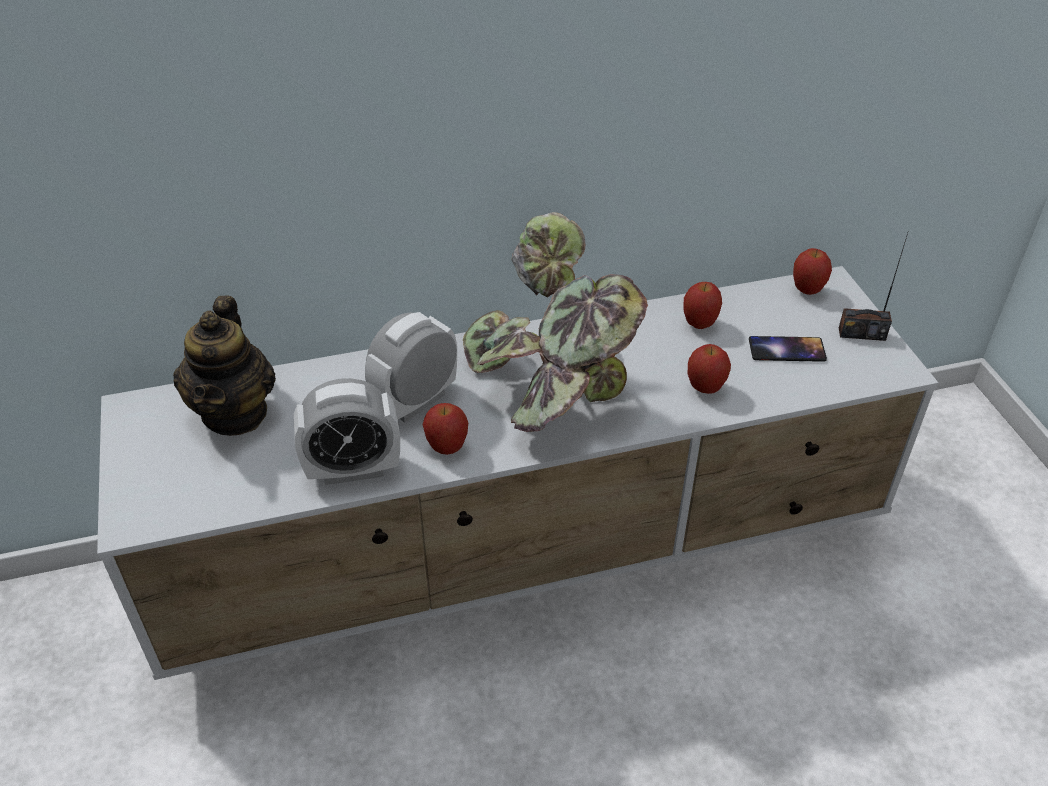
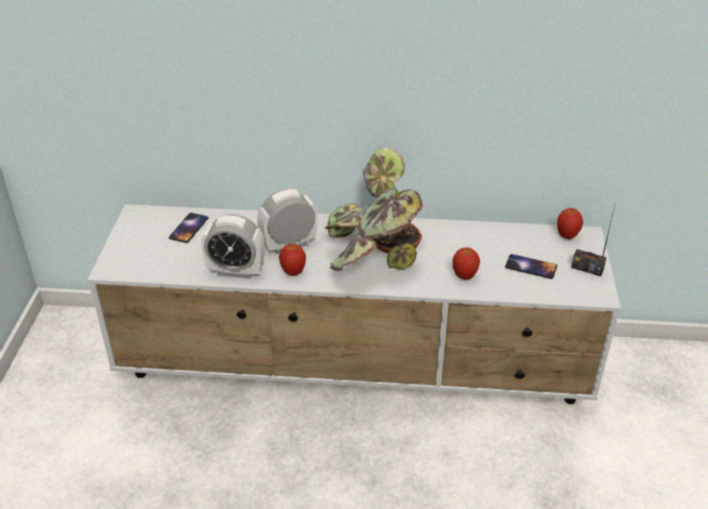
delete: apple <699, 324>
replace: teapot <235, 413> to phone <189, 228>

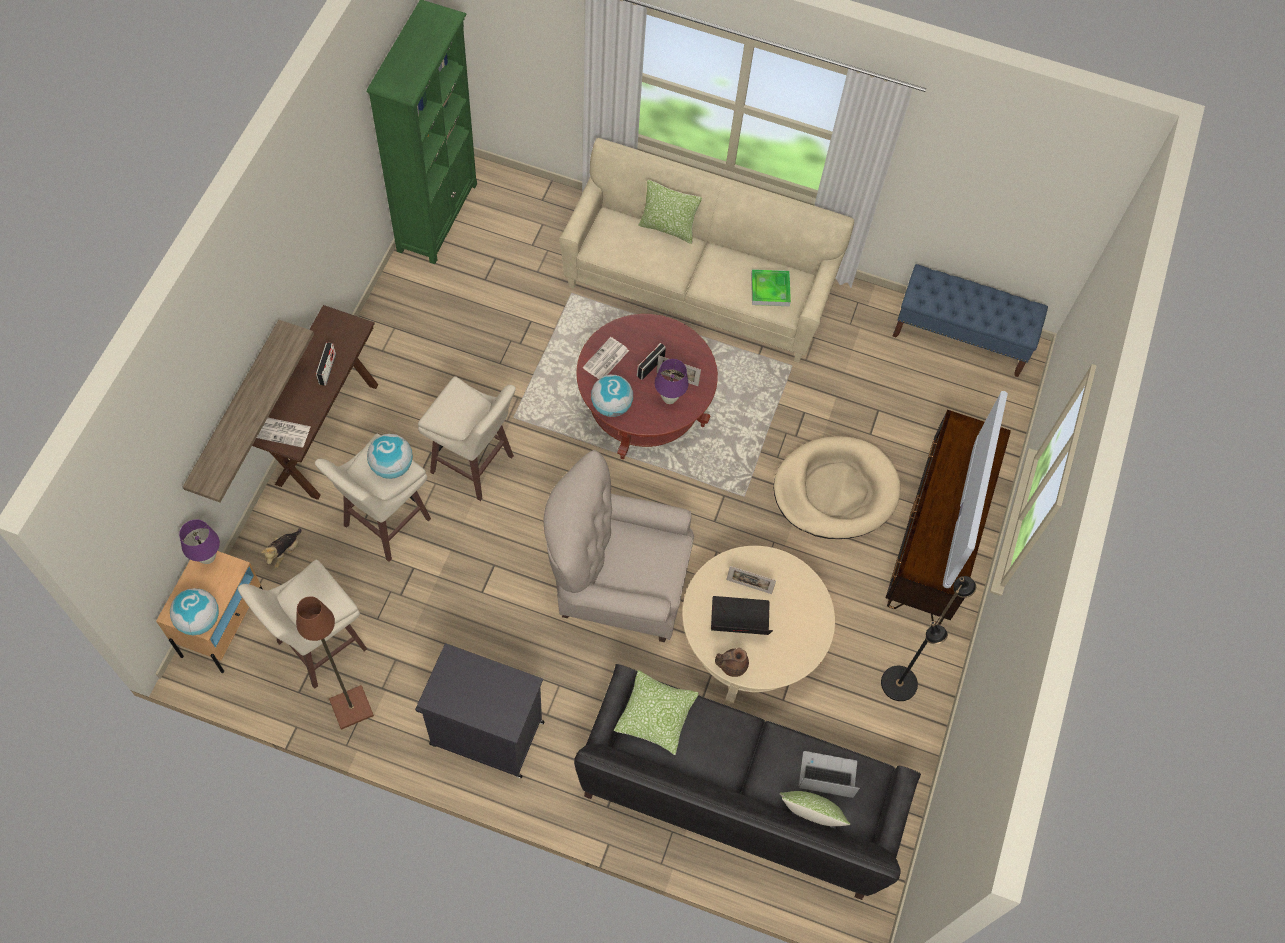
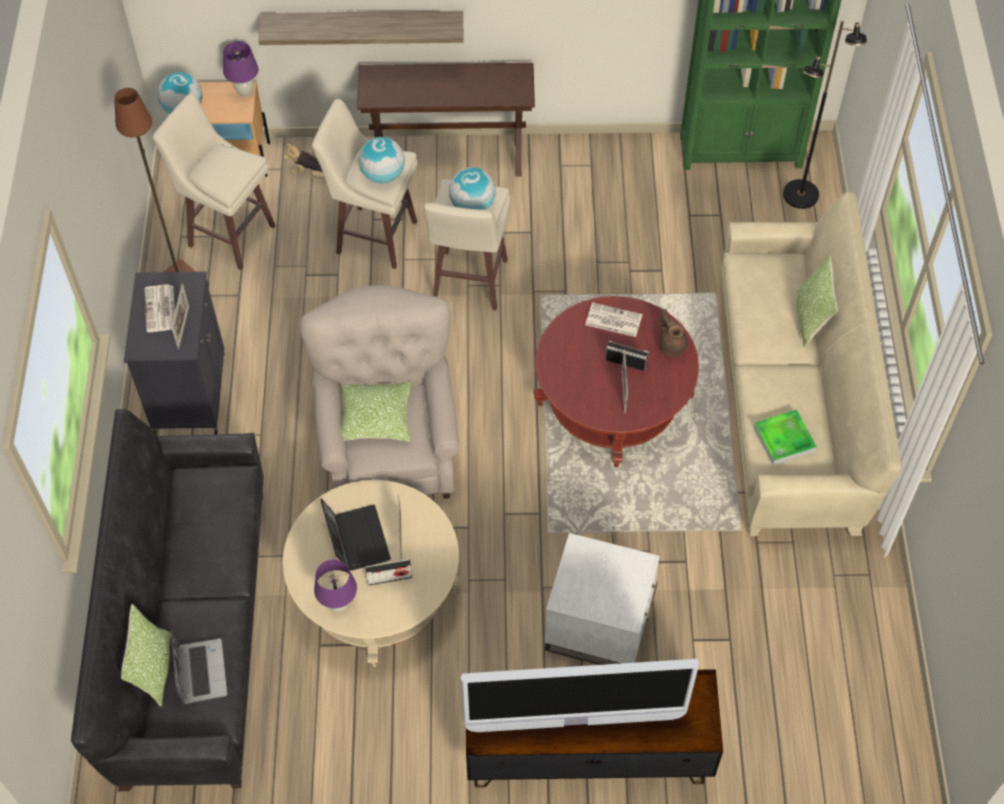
delete: blue bench <961, 337>
insert: picture frame <183, 327>
move: newspaper <284, 432> to <160, 309>; purple table lamp <669, 399> to <338, 605>; pillow <655, 715> to <376, 418>; radio <327, 369> to <389, 578>; globe <611, 406> to <472, 205>; brown teapot <731, 665> to <672, 345>; black floor lamp <899, 684> to <800, 195>
replace: beige dog bed <835, 491> to white side table <598, 623>

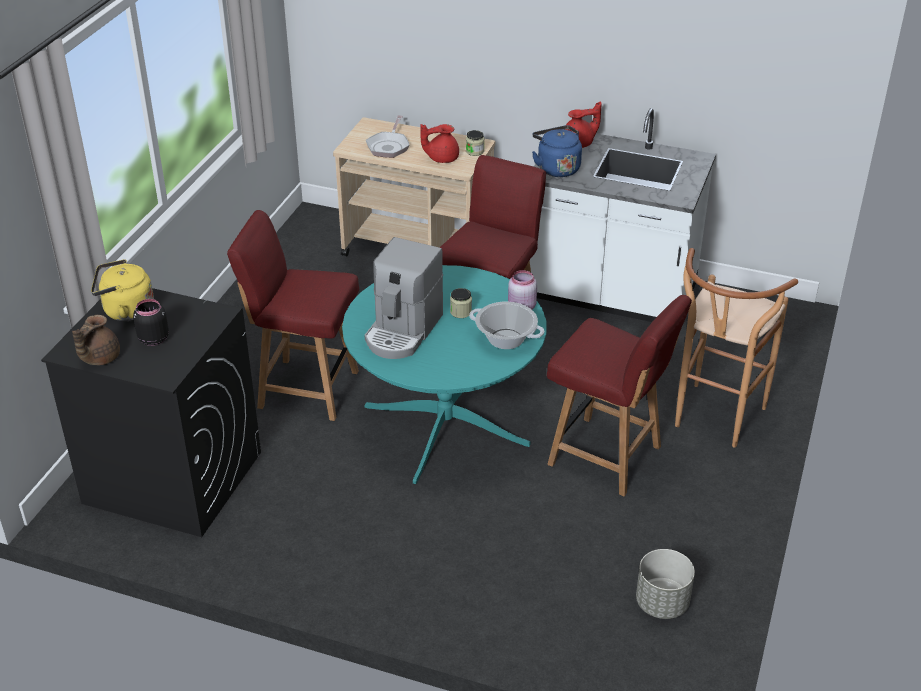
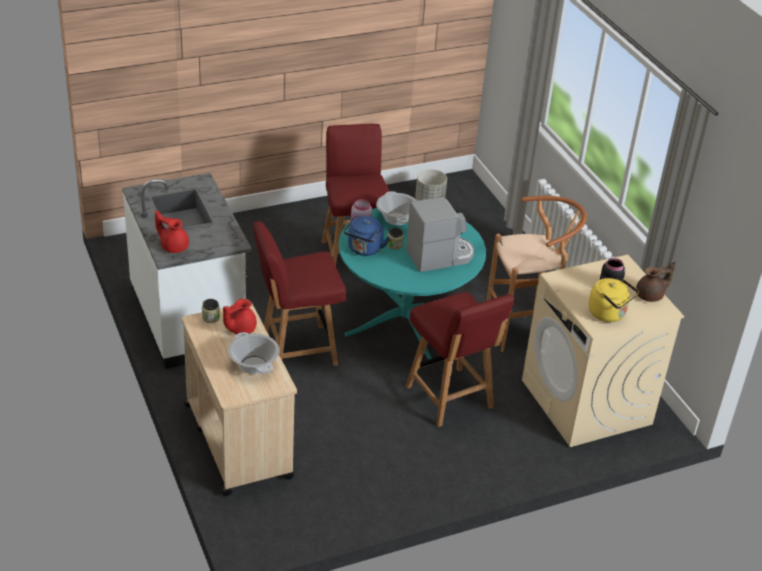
move: blue kettle <556, 168> to <364, 250>; brown stool <714, 421> to <524, 330>
replace: frying pan <389, 146> to cooking pot <253, 365>
recolor: black washing machine <172, 477> to beige washing machine <586, 402>
rotate: red teapot <441, 158> = <240, 329> 105 degrees clockwise

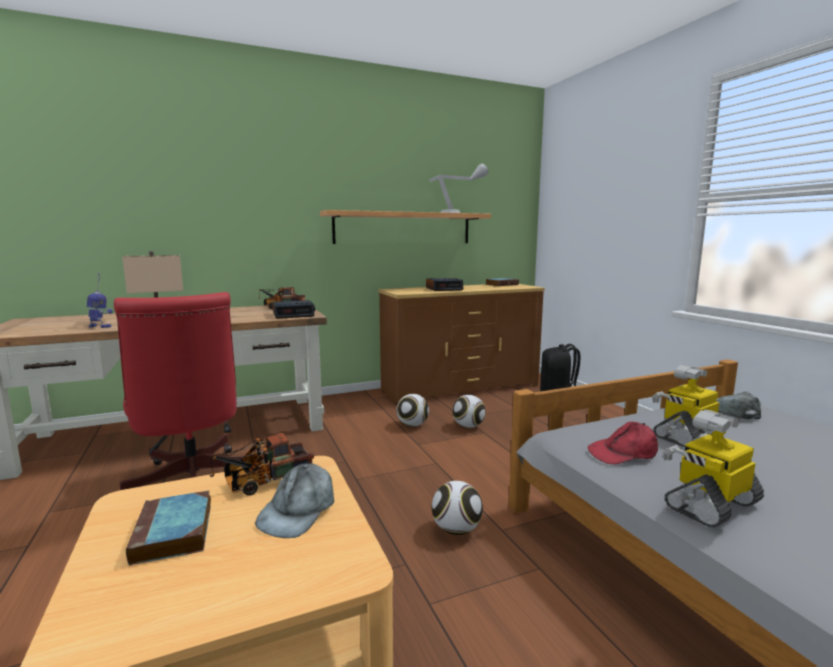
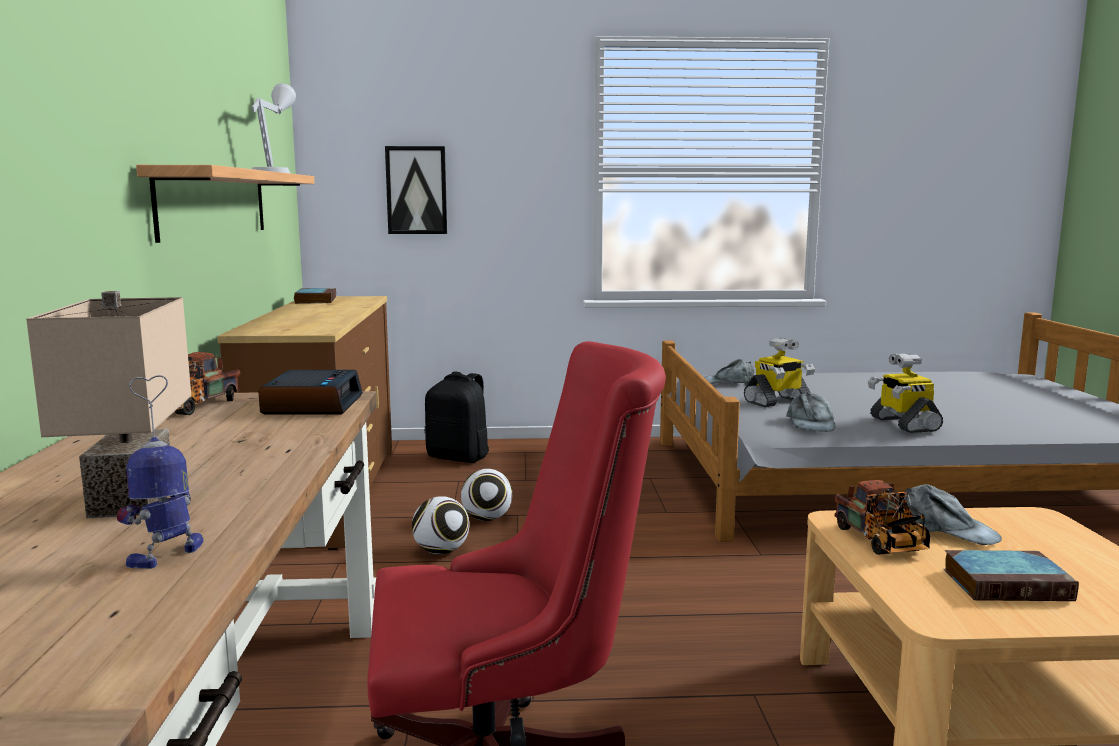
delete: alarm clock <444, 289>; football <457, 530>
insert: picture <416, 190>
recolor: red cap <623, 453> to grey cap <810, 423>
rotate: toy robot <687, 435> = <777, 402> 105 degrees counterclockwise

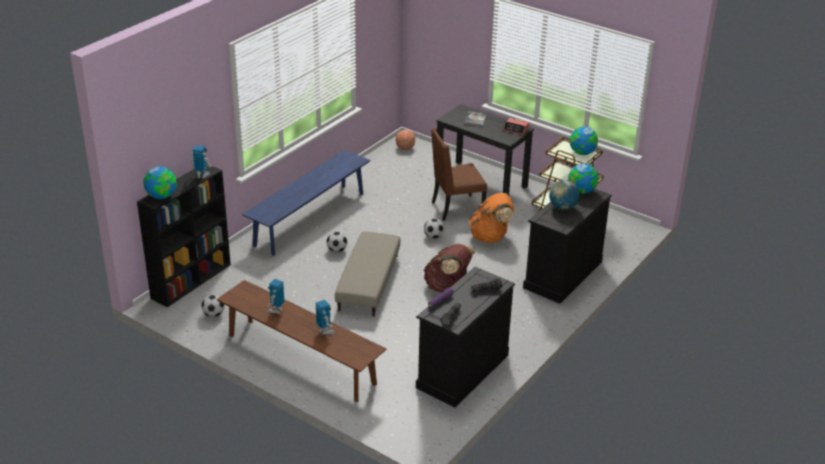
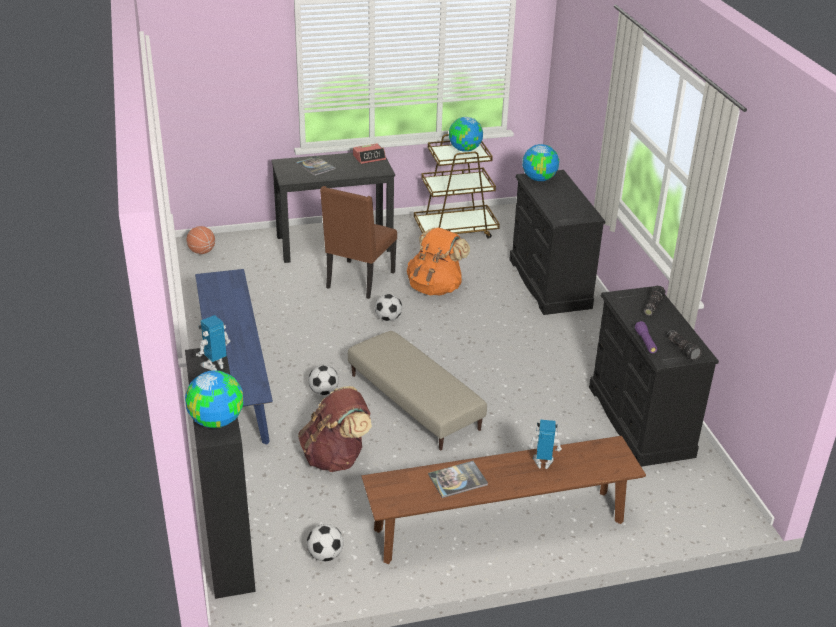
delete: globe <563, 208>
move: brown backpack <447, 286> to <336, 457>
replace: toy robot <276, 310> to book <457, 480>

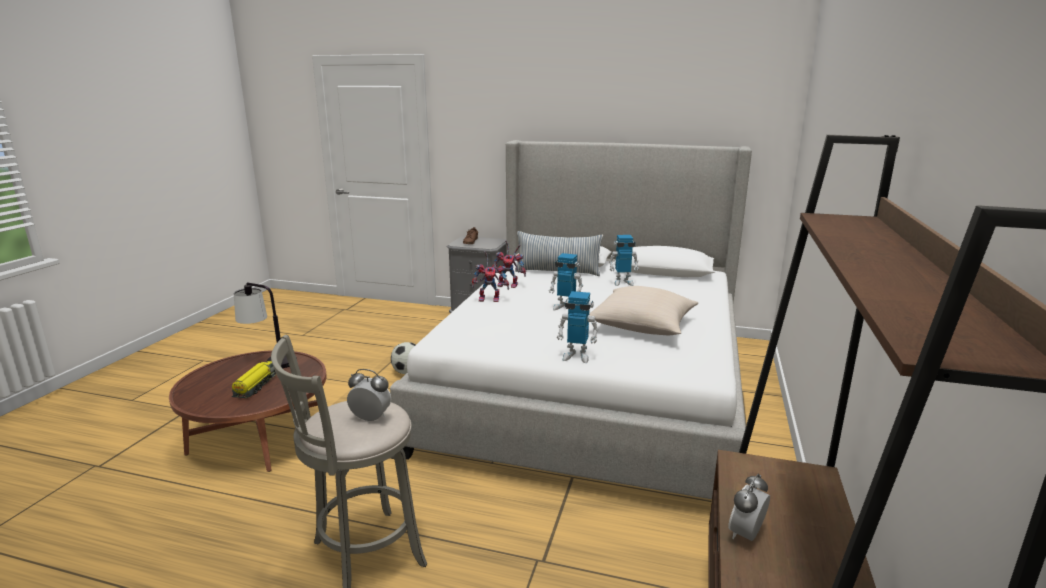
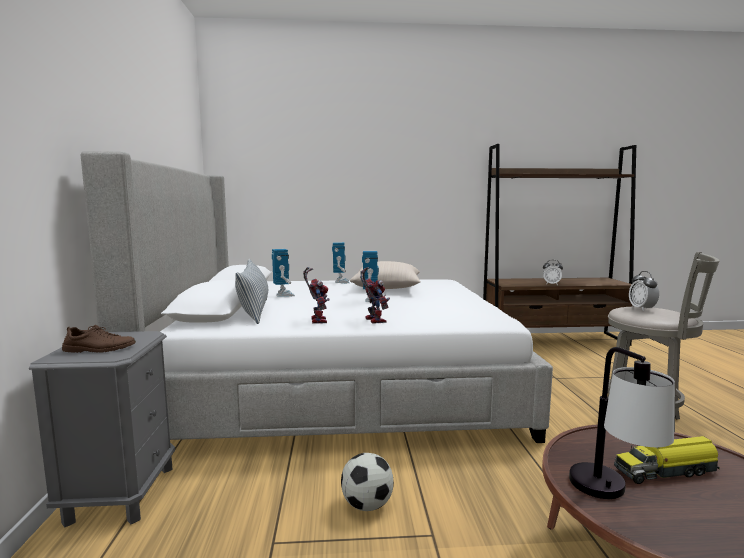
move: toy robot <576, 356> to <341, 282>

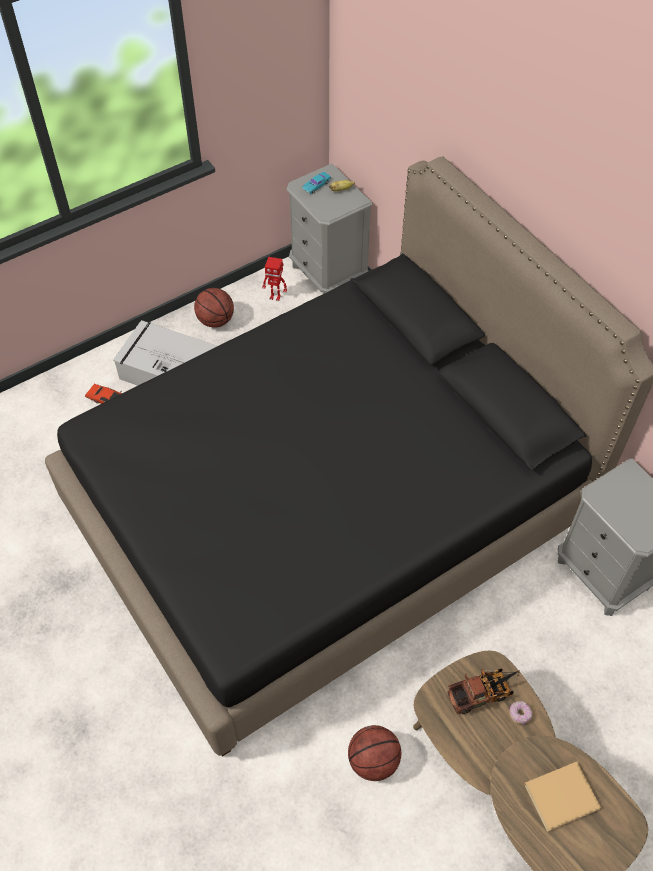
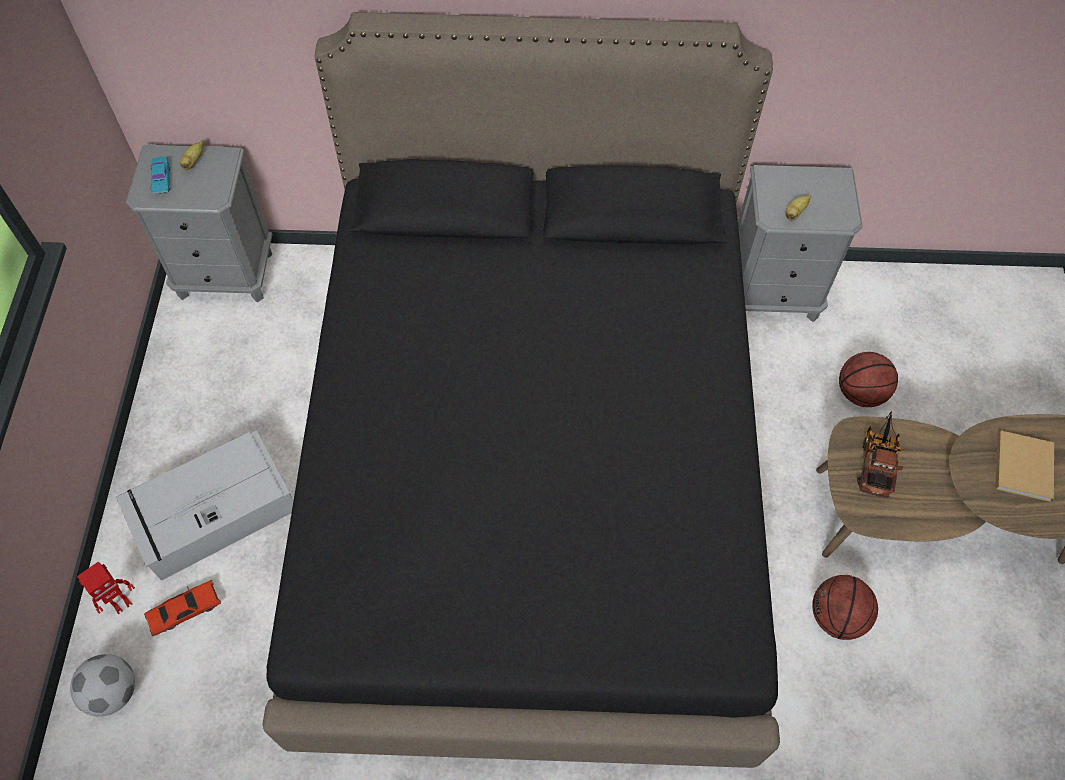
delete: donut <519, 714>
insert: football <113, 692>; banana <795, 213>
move: toy robot <275, 296> to <121, 603>; basketball <215, 320> to <859, 393>

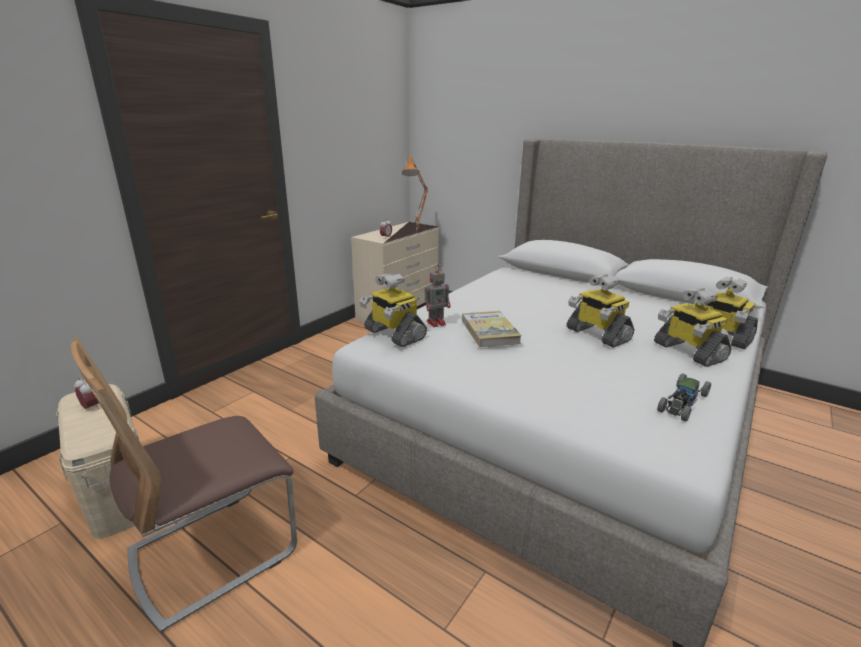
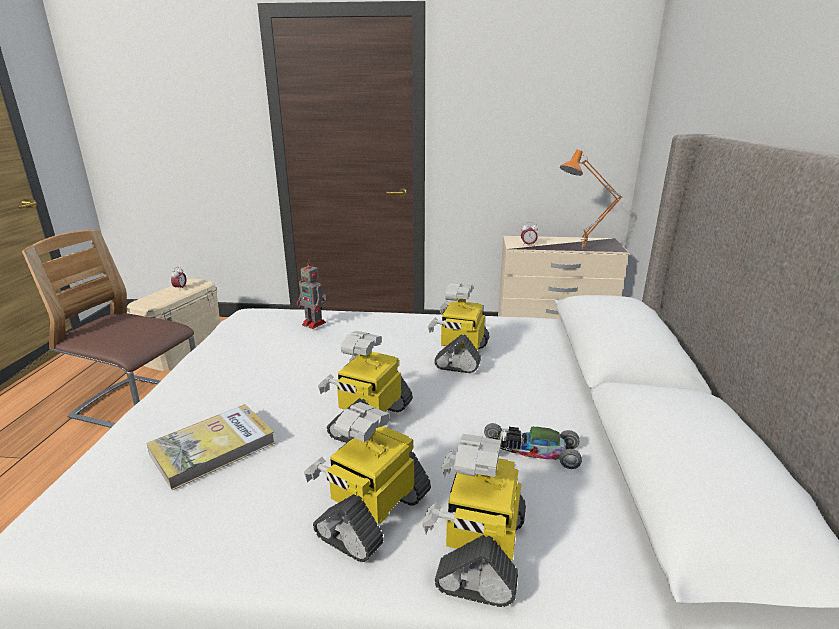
move: book <489, 331> to <213, 448>; toy robot <393, 334> to <461, 355>; toy car <682, 403> to <530, 452>

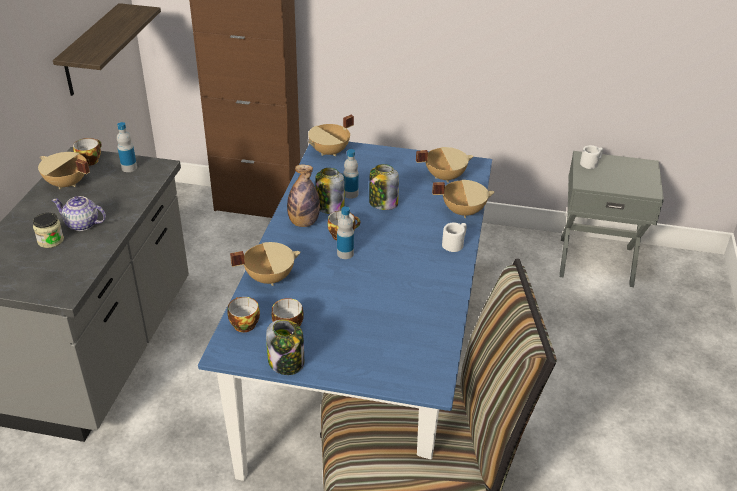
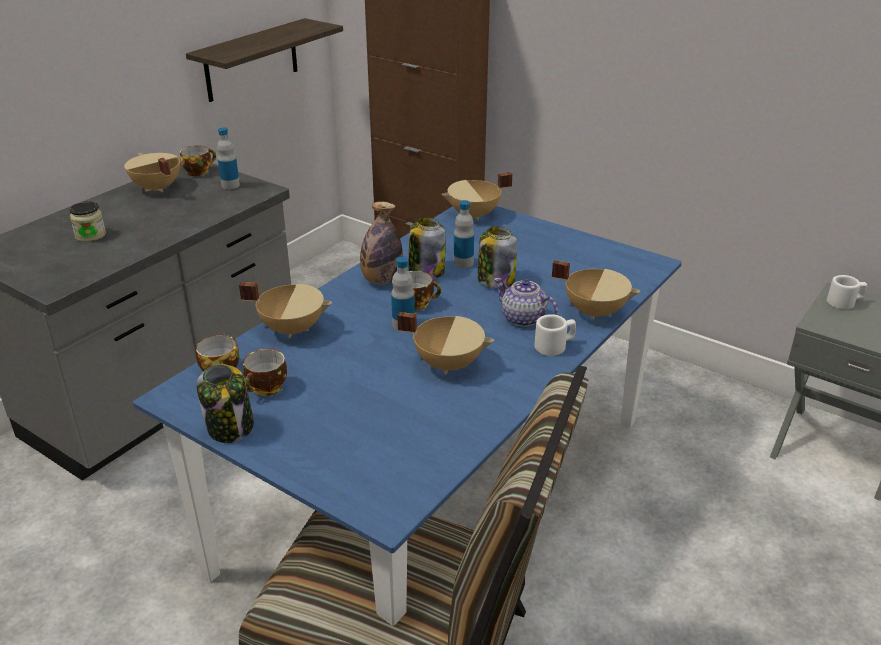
move: beige cooking pot <444, 176> to <448, 364>; teapot <82, 224> to <523, 319>

